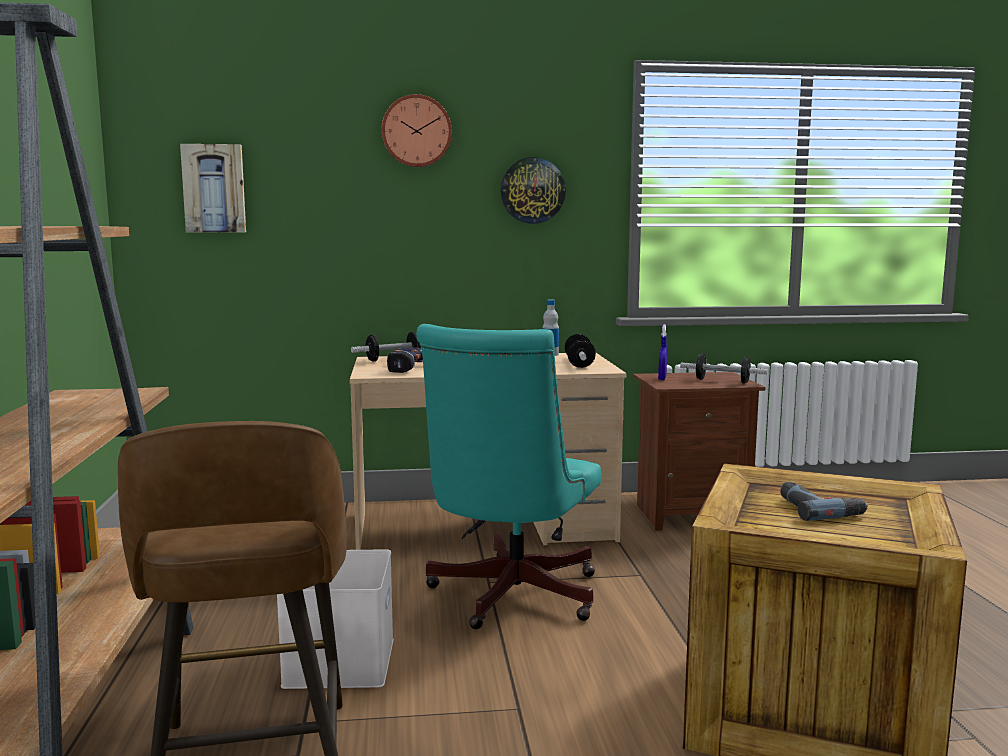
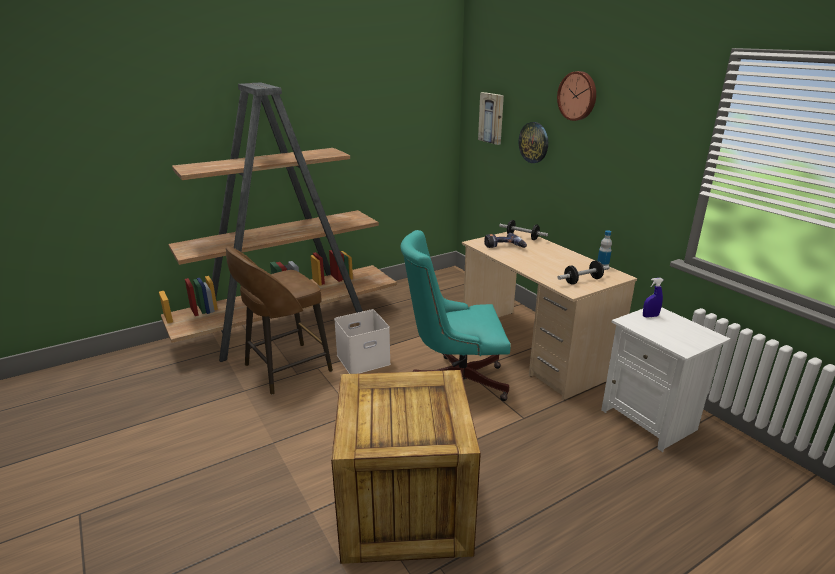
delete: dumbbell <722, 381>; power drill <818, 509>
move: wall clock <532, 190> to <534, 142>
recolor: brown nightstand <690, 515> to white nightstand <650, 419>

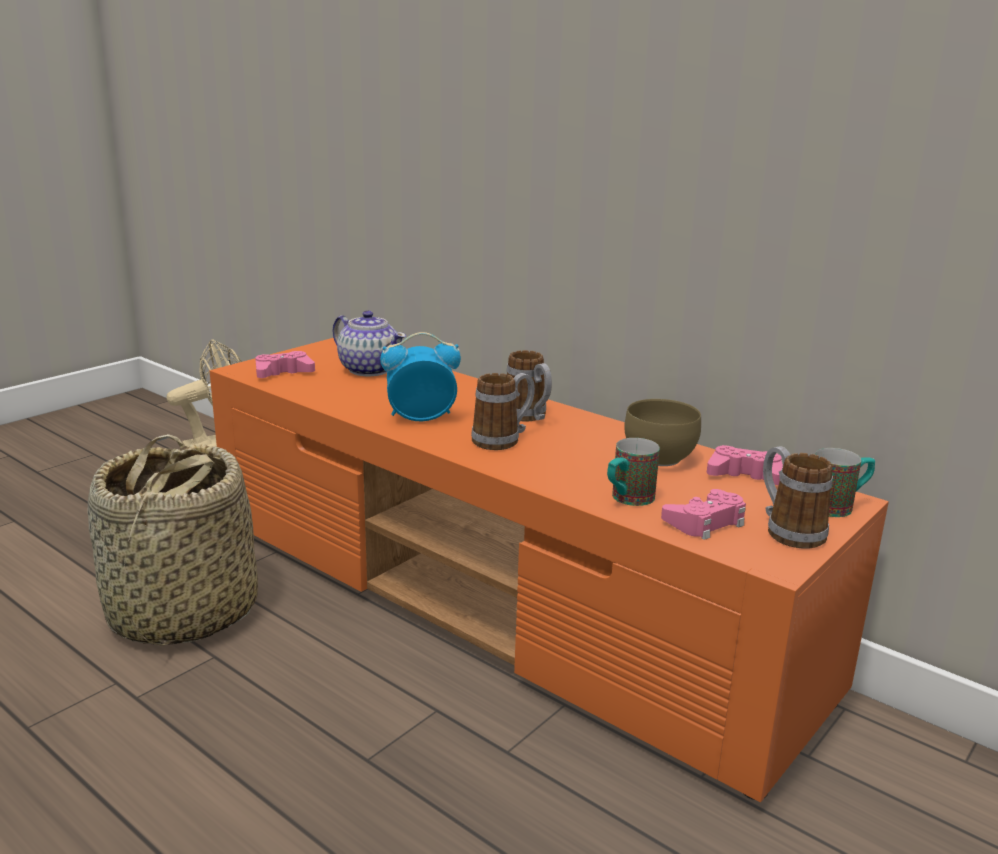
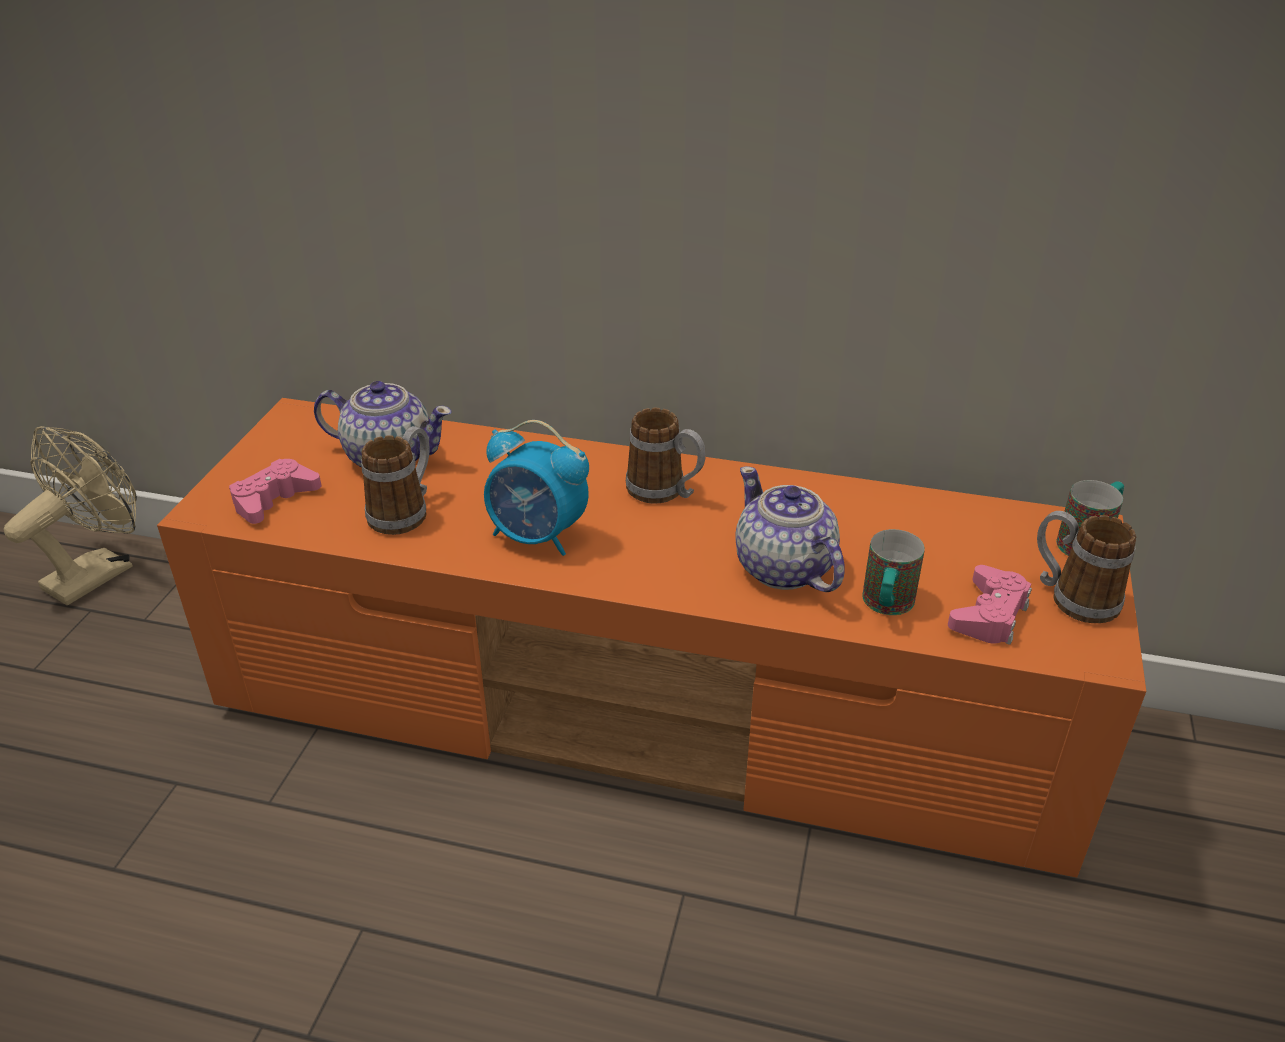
delete: basket <181, 613>; brown bowl <661, 458>; pink game controller <745, 475>
insert: teapot <784, 569>
move: mug <503, 439> to <405, 511>
rotate: alarm clock <420, 418> = <538, 537> 120 degrees counterclockwise

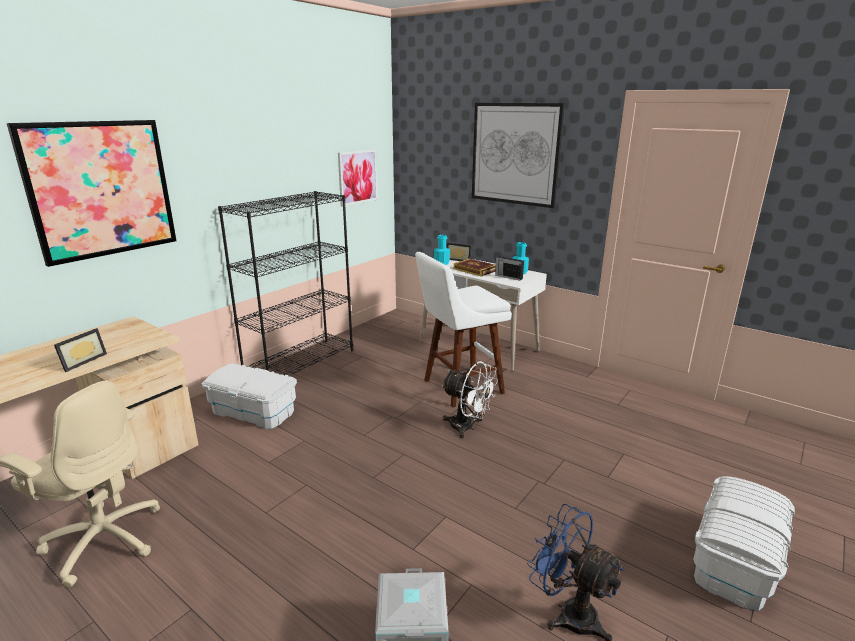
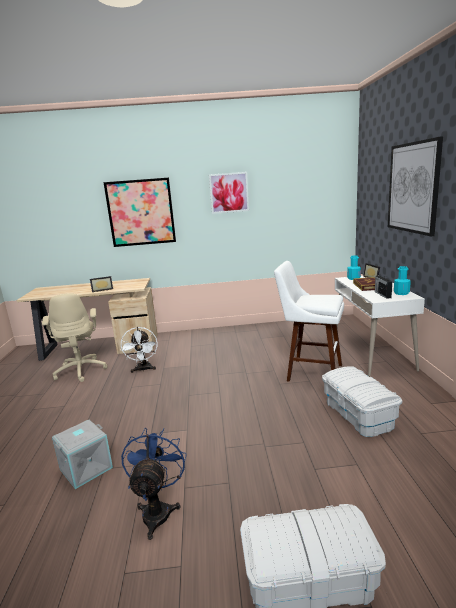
delete: black bookcase <301, 363>
move: white fan <467, 427> to <143, 370>; picture <357, 177> to <229, 193>; white storage box <254, 411> to <358, 414>

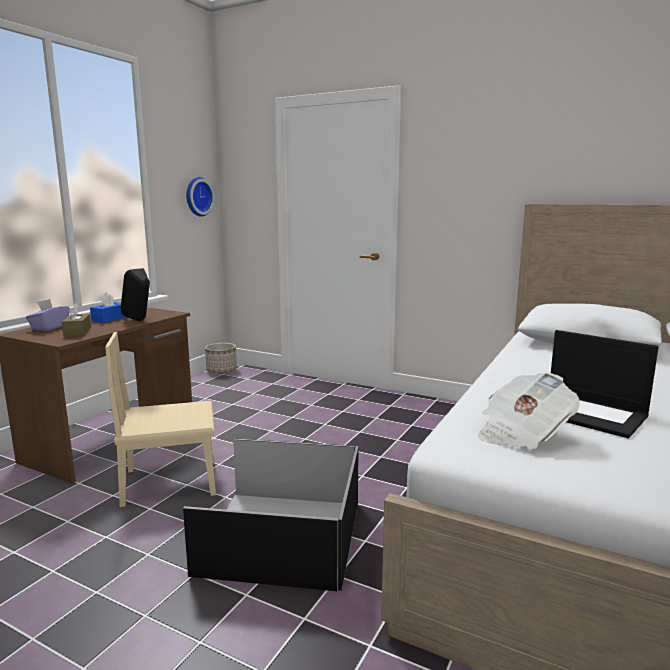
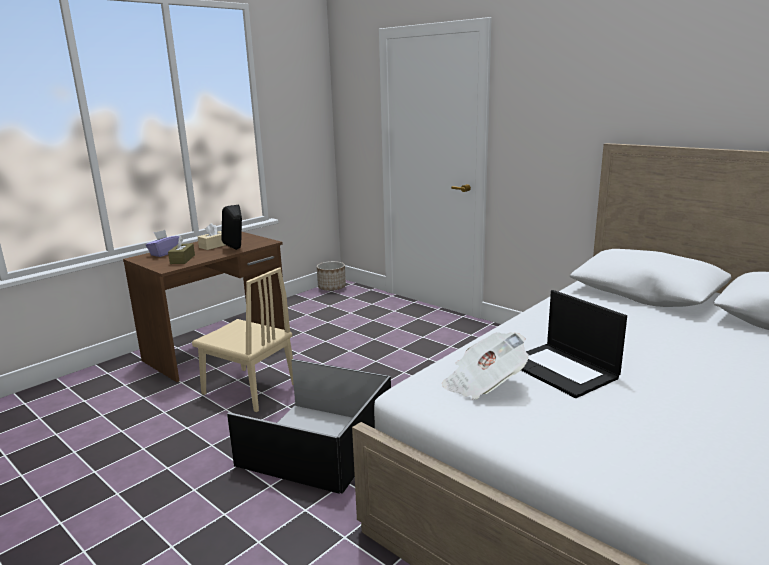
delete: wall clock <197, 196>
recolor: blue tissue box <110, 318> to beige tissue box <214, 246>
rotate: beige chair <170, 482> = <249, 389> 150 degrees counterclockwise

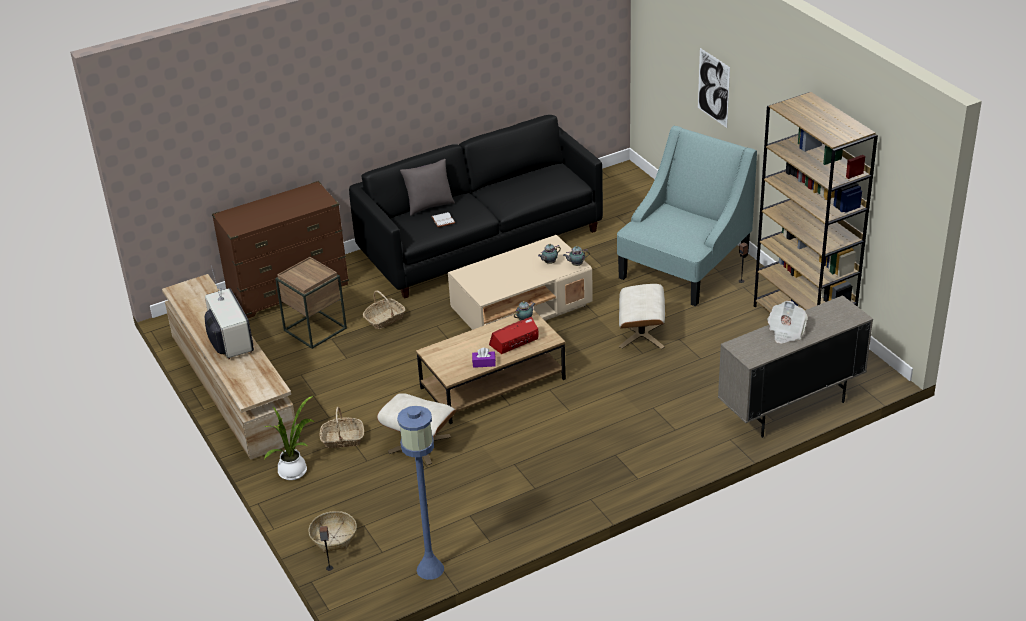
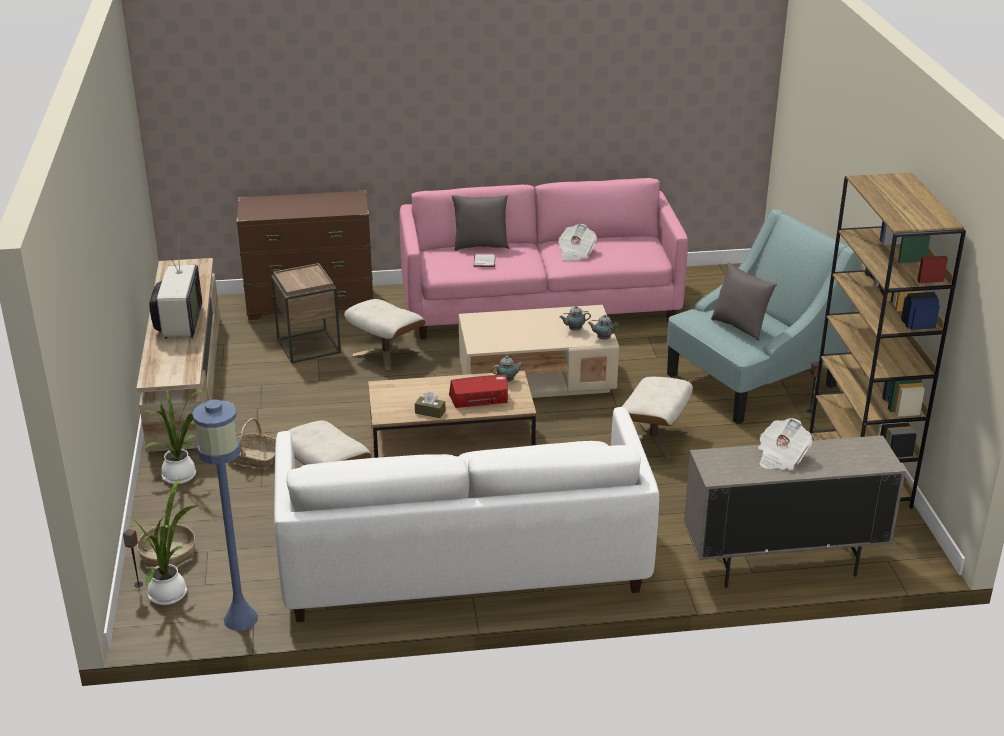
delete: picture <713, 87>
insert: potted plant <170, 592>; white sofa <462, 561>; newspaper <575, 253>; grey pillow <740, 327>
replace: basket <384, 319> to beige ottoman <385, 353>
recolor: black sofa <481, 242> to pink sofa <540, 305>; purple tissue box <484, 363> to brown tissue box <430, 412>

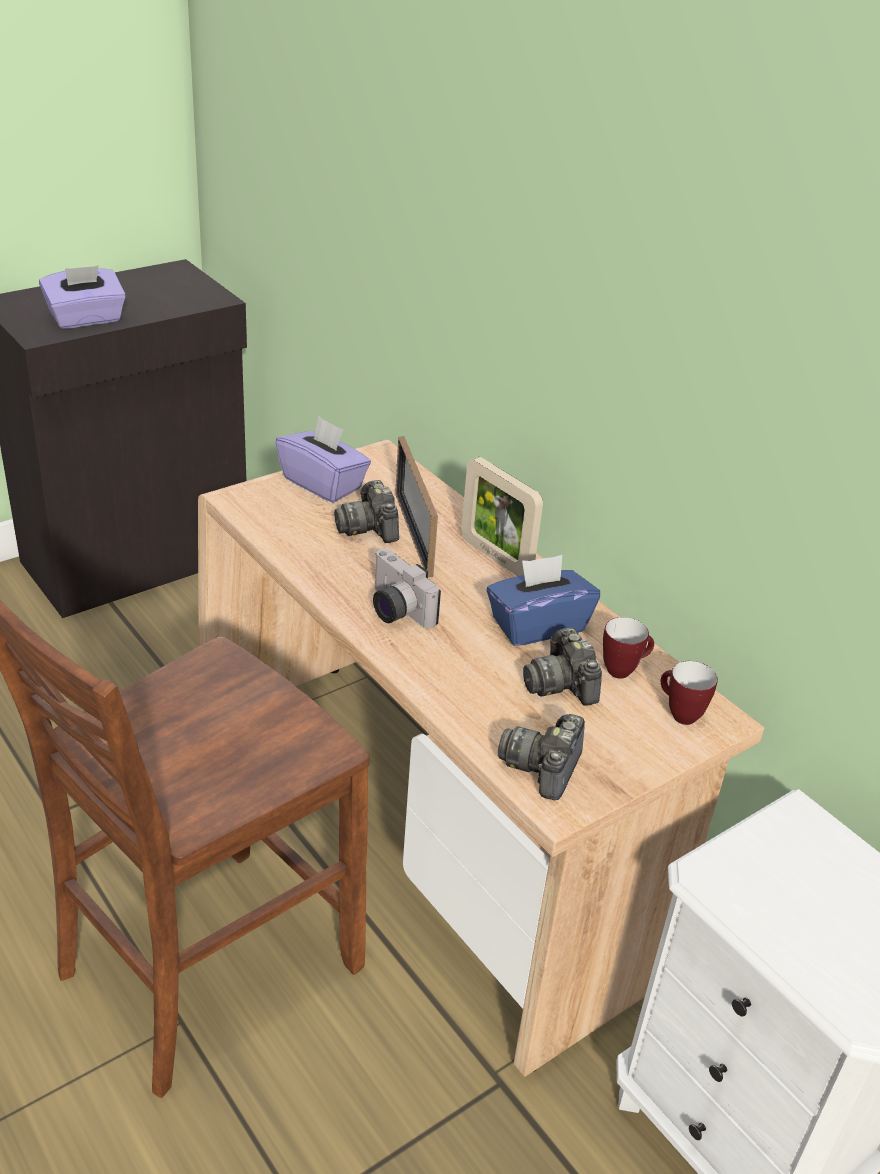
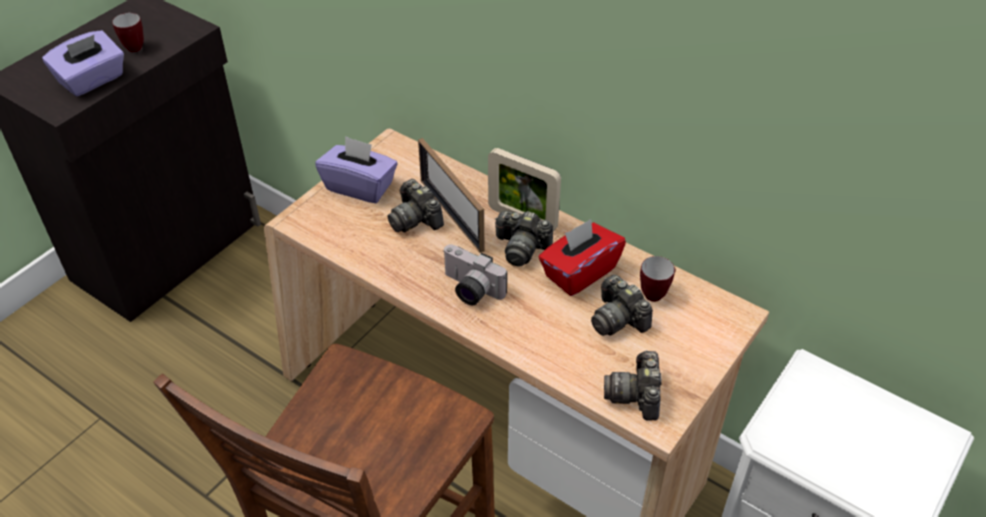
insert: photo camera <521, 248>
move: mug <678, 714> to <131, 47>
recolor: blue tissue box <537, 625> to red tissue box <579, 272>

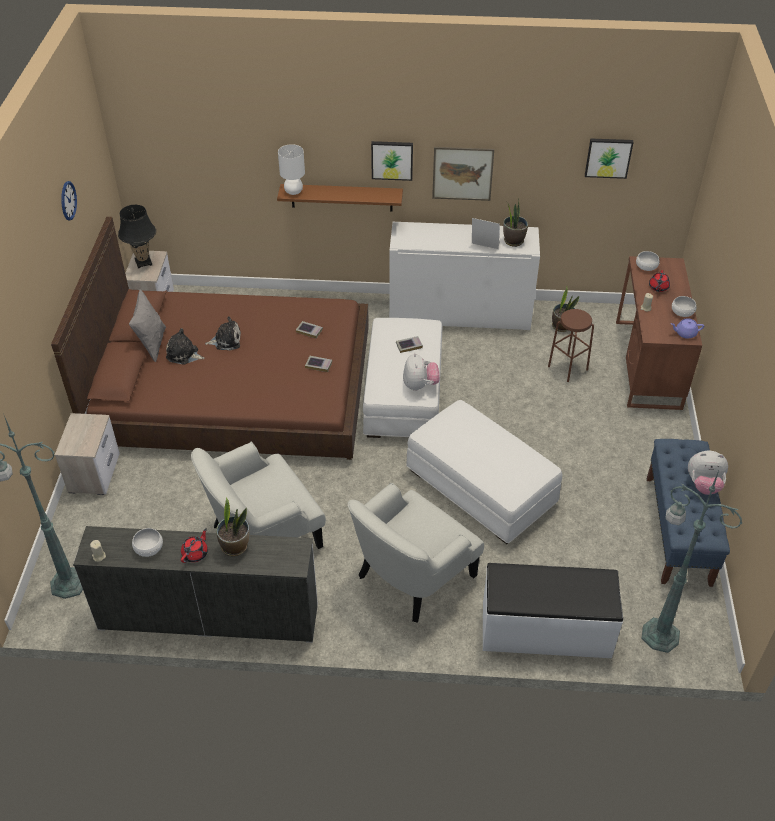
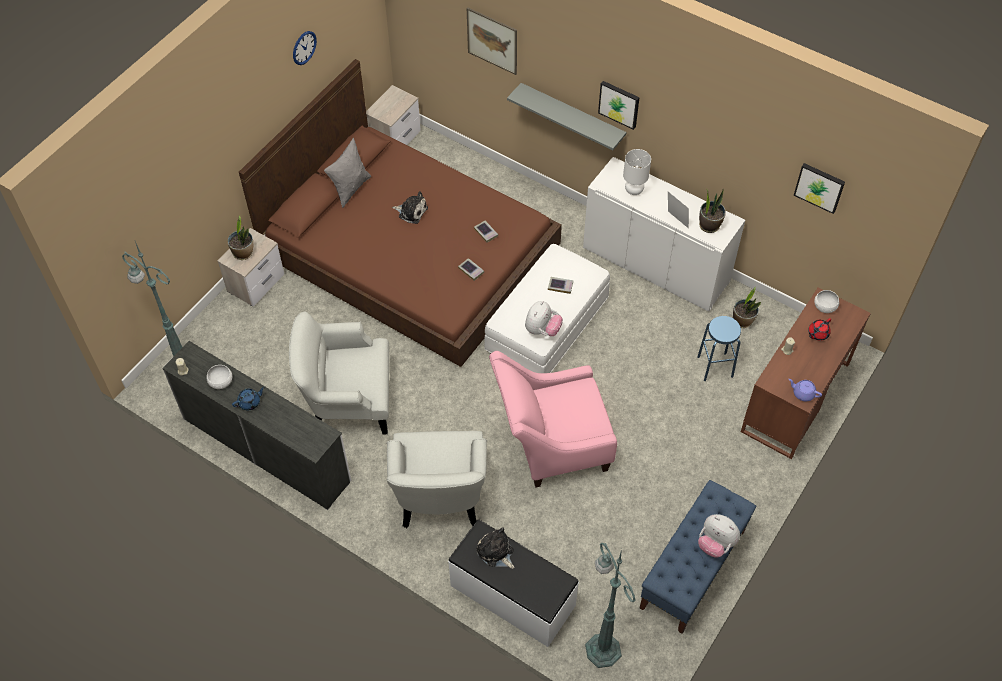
delete: black table lamp <143, 262>; white bowl <682, 312>
move: potted plant <235, 546> to <243, 253>; picture <462, 173> to <492, 41>; plush toy <184, 355> to <496, 552>; white table lamp <293, 192> to <634, 190>
replace: white ottoman <480, 487> to pink armchair <551, 444>
recolor: red teapot <195, 553> to blue teapot <250, 402>; brown shelf <342, 197> to grey shelf <572, 116>; brown stool <567, 368> to blue stool <715, 366>
rotate: white armchair <412, 576> = <440, 495> 75 degrees counterclockwise

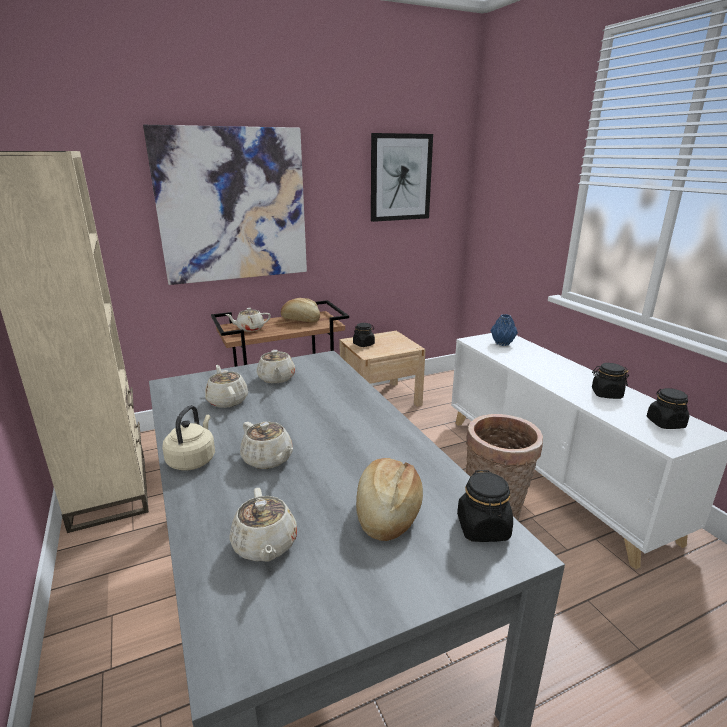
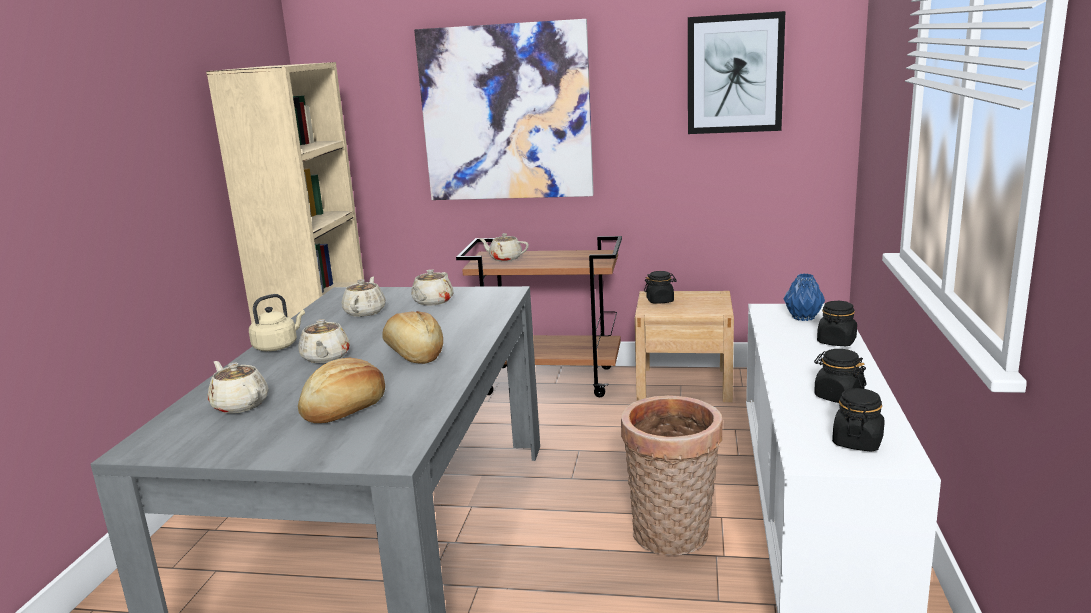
move: bread <301, 320> to <413, 354>; black jar <483, 528> to <836, 342>
rotate: beige teapot <265, 545> = <240, 404> 120 degrees clockwise

